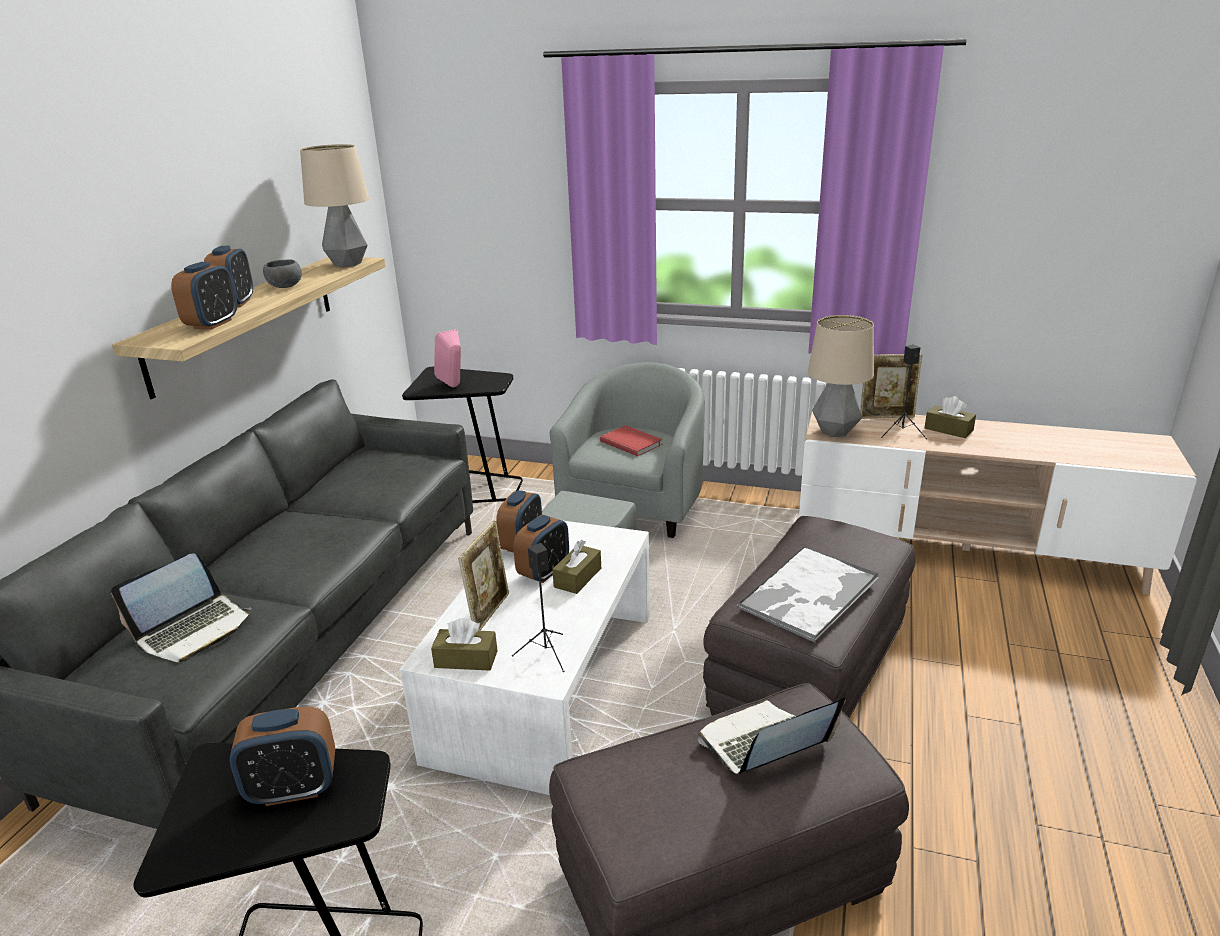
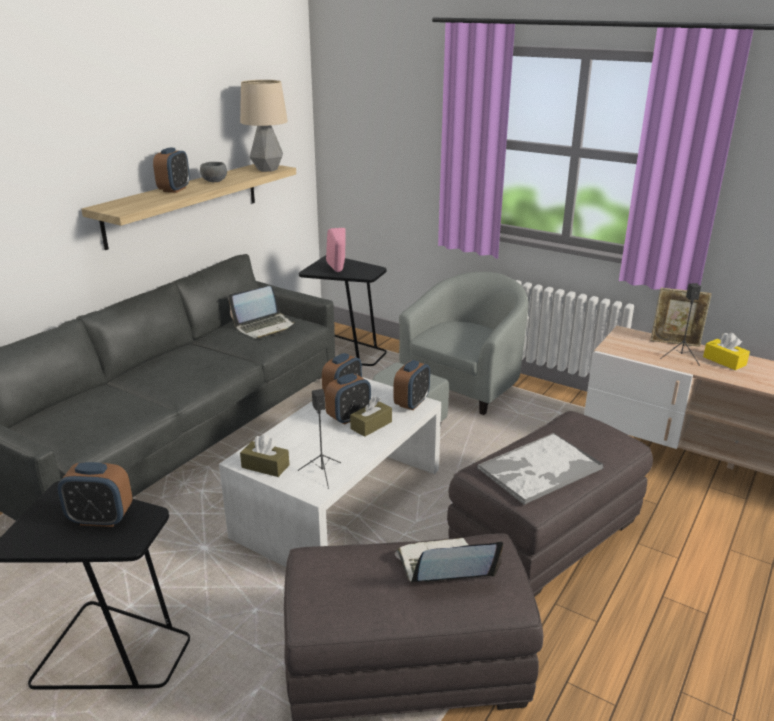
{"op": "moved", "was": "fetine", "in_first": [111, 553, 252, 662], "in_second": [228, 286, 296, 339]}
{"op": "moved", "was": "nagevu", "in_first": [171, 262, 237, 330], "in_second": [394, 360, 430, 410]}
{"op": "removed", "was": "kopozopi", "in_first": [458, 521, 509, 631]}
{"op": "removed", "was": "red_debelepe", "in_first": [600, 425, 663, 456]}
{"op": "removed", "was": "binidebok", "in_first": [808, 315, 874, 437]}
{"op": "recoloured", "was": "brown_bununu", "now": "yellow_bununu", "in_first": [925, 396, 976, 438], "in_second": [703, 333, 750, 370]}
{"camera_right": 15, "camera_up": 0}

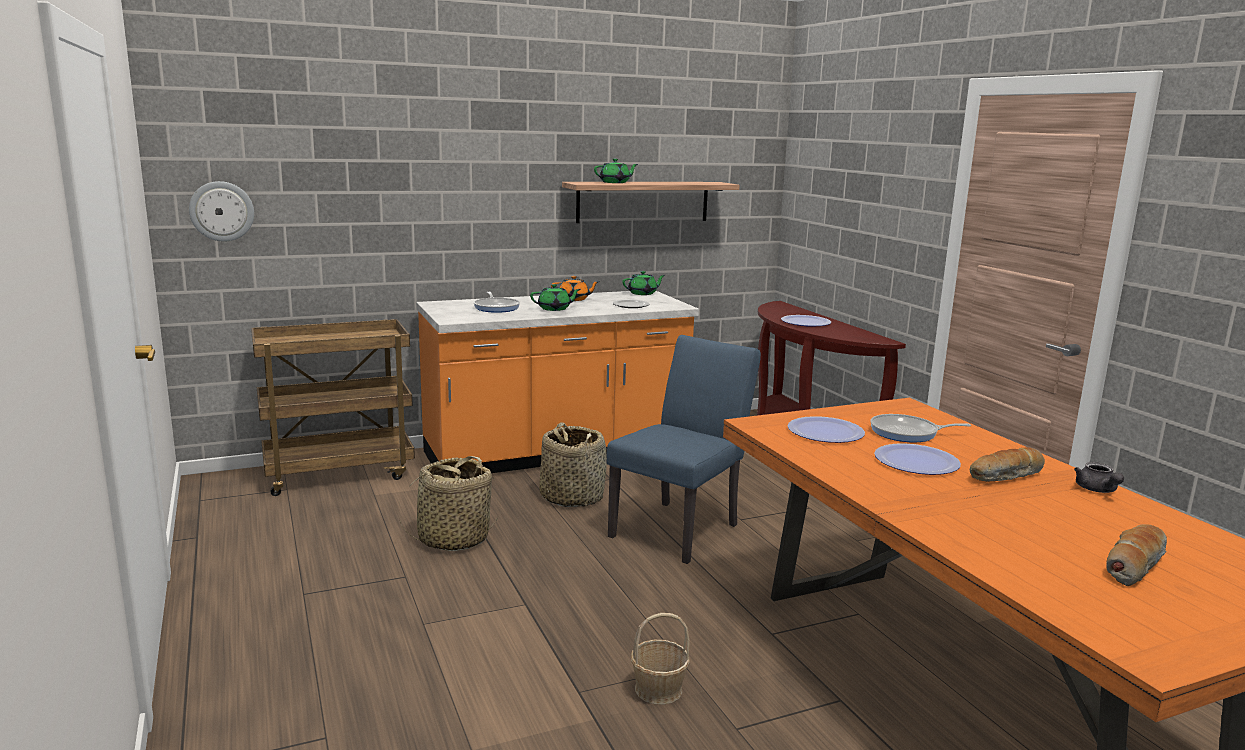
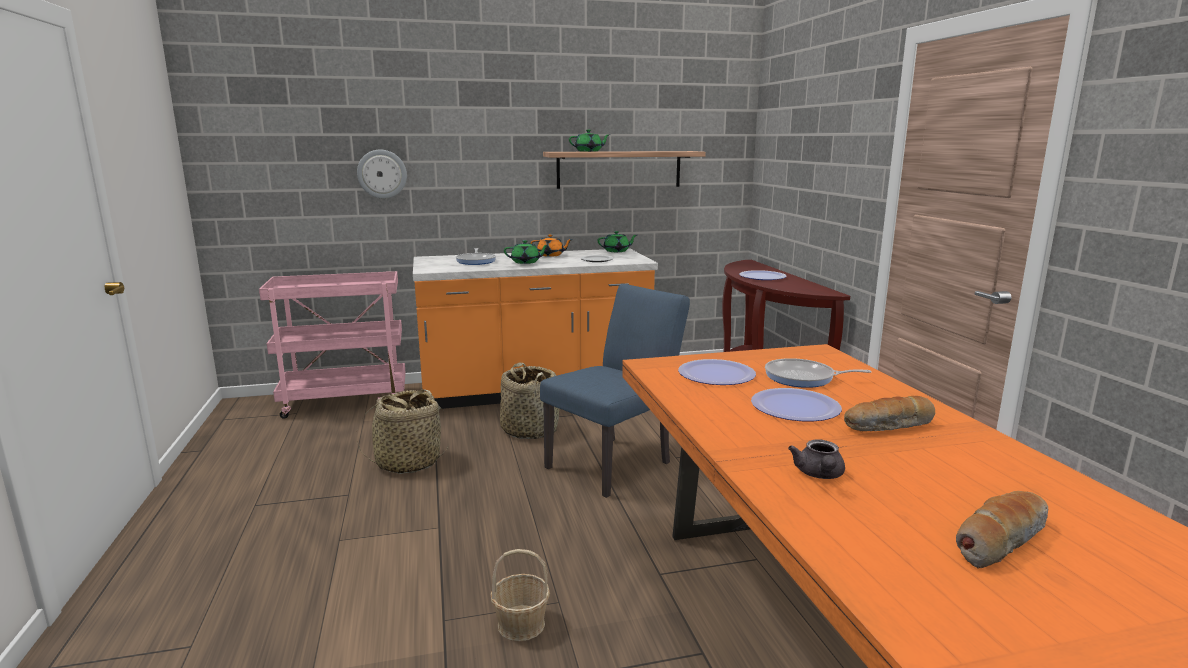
{"op": "moved", "was": "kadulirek", "in_first": [189, 181, 254, 241], "in_second": [357, 150, 407, 198]}
{"op": "recoloured", "was": "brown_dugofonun", "now": "pink_dugofonun", "in_first": [251, 319, 415, 496], "in_second": [259, 271, 405, 419]}
{"op": "moved", "was": "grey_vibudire", "in_first": [1074, 462, 1124, 493], "in_second": [788, 440, 845, 479]}
{"camera_right": 10, "camera_up": 0}

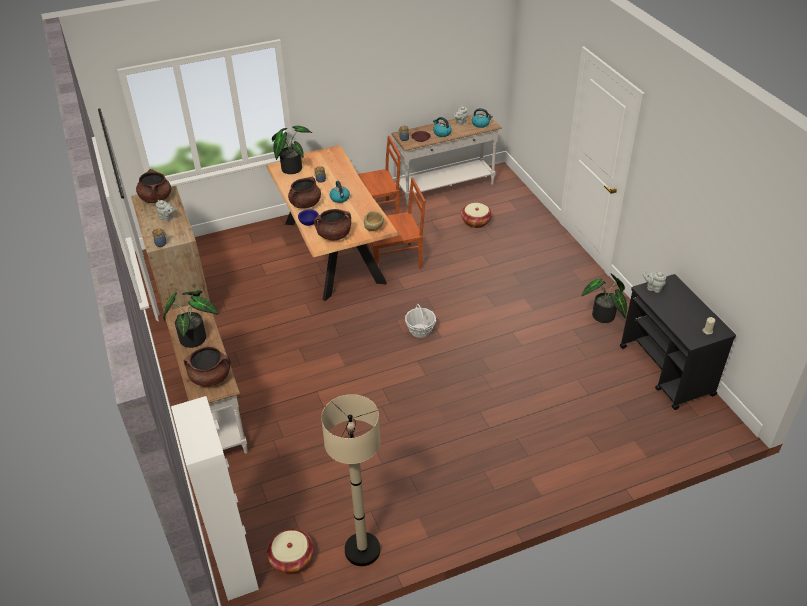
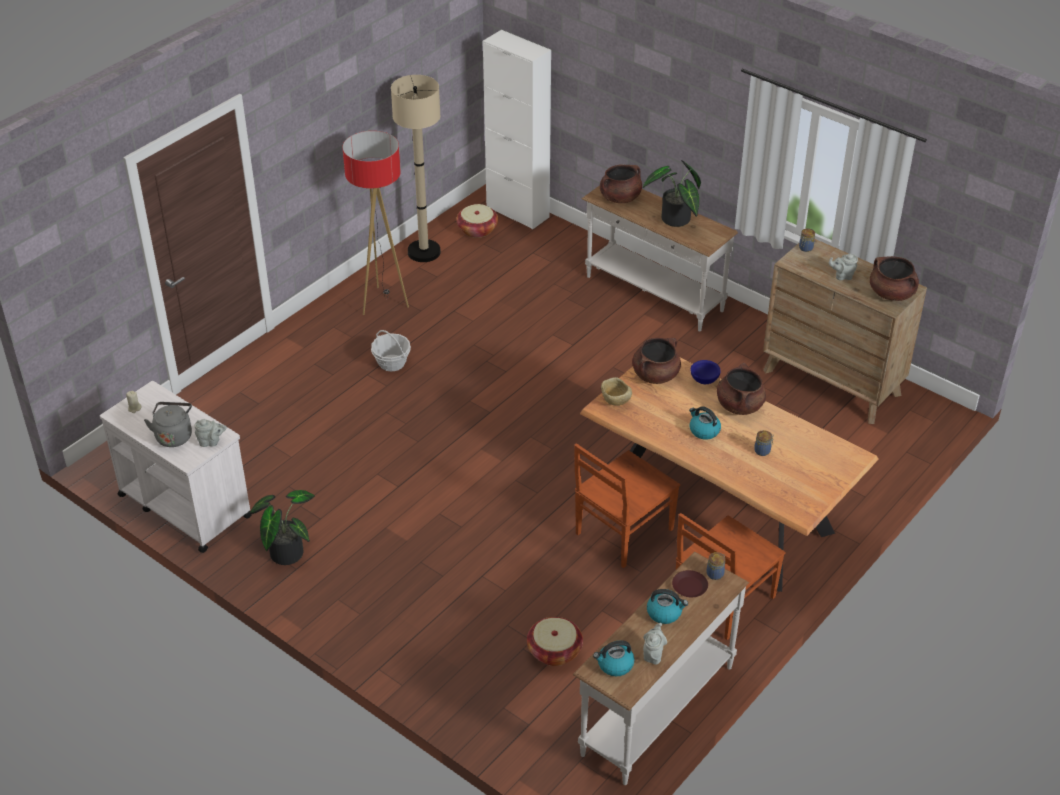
{"op": "removed", "was": "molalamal", "in_first": [272, 126, 312, 174]}
{"op": "moved", "was": "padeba", "in_first": [405, 304, 436, 338], "in_second": [371, 330, 411, 372]}
{"op": "recoloured", "was": "black_dugofonun", "now": "white_dugofonun", "in_first": [620, 274, 736, 410], "in_second": [100, 381, 252, 553]}
{"op": "added", "now": "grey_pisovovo", "in_second": [144, 402, 192, 447]}
{"op": "added", "now": "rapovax", "in_second": [342, 131, 409, 315]}
{"camera_right": 150, "camera_up": 0}

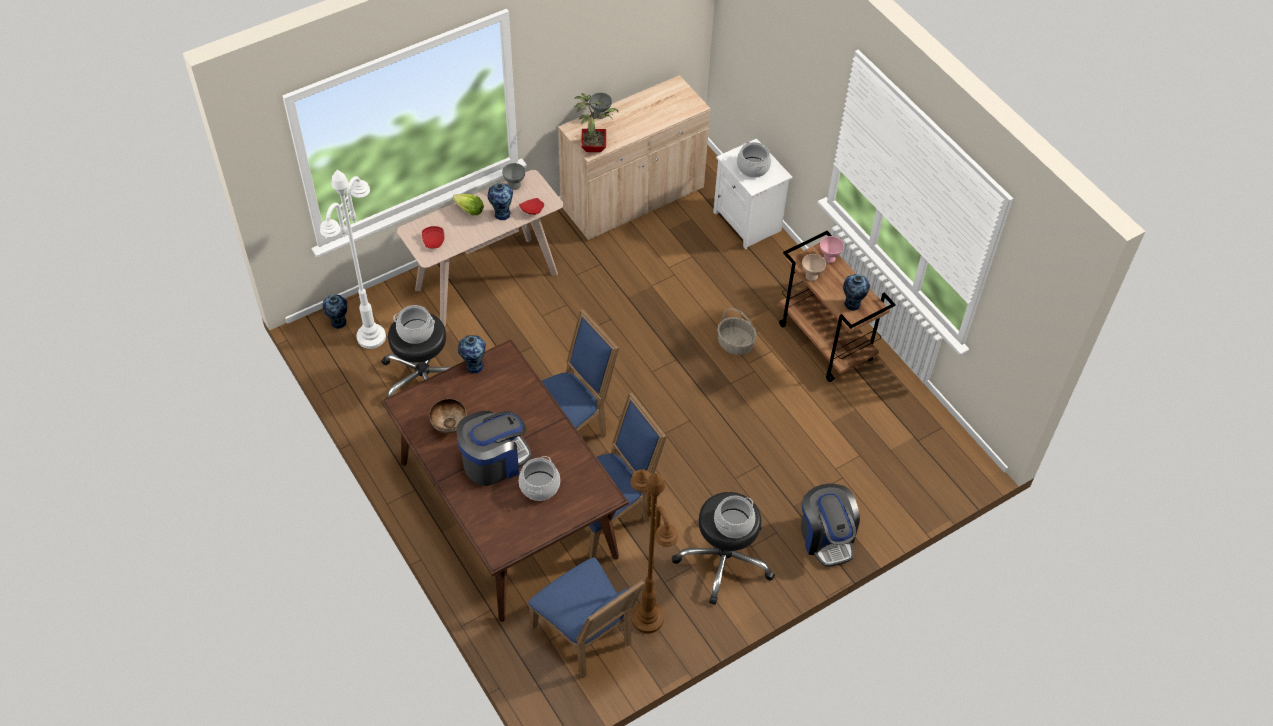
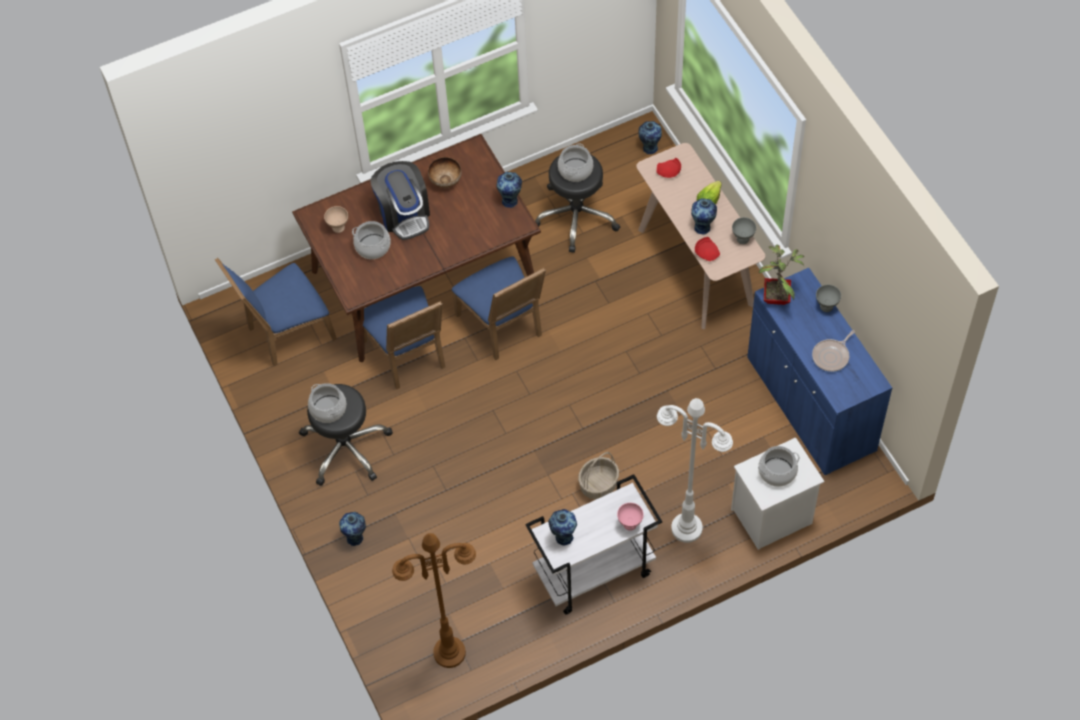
{"op": "moved", "was": "white_rapovax", "in_first": [320, 170, 386, 349], "in_second": [657, 398, 733, 543]}
{"op": "recoloured", "was": "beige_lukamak", "now": "blue_lukamak", "in_first": [558, 75, 711, 240], "in_second": [747, 268, 892, 475]}
{"op": "moved", "was": "brown_rapovax", "in_first": [630, 469, 678, 633], "in_second": [392, 533, 476, 668]}
{"op": "recoloured", "was": "brown_dugofonun", "now": "white_dugofonun", "in_first": [779, 231, 896, 382], "in_second": [525, 474, 662, 615]}
{"op": "replaced", "was": "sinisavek", "now": "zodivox", "in_first": [801, 484, 860, 567], "in_second": [339, 512, 366, 546]}
{"op": "moved", "was": "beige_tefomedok", "in_first": [802, 254, 826, 281], "in_second": [324, 206, 348, 233]}
{"op": "added", "now": "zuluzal", "in_second": [812, 330, 855, 372]}
{"camera_right": 100, "camera_up": 5}

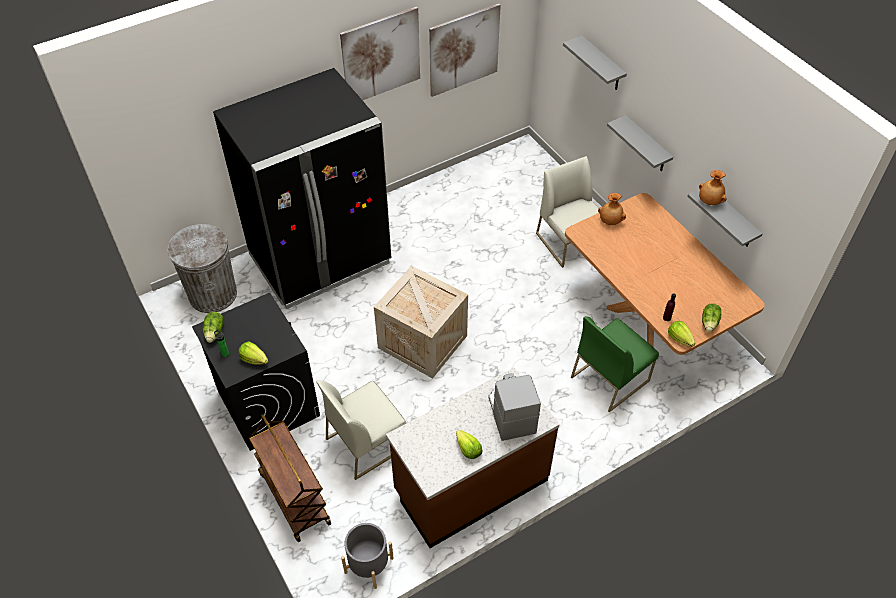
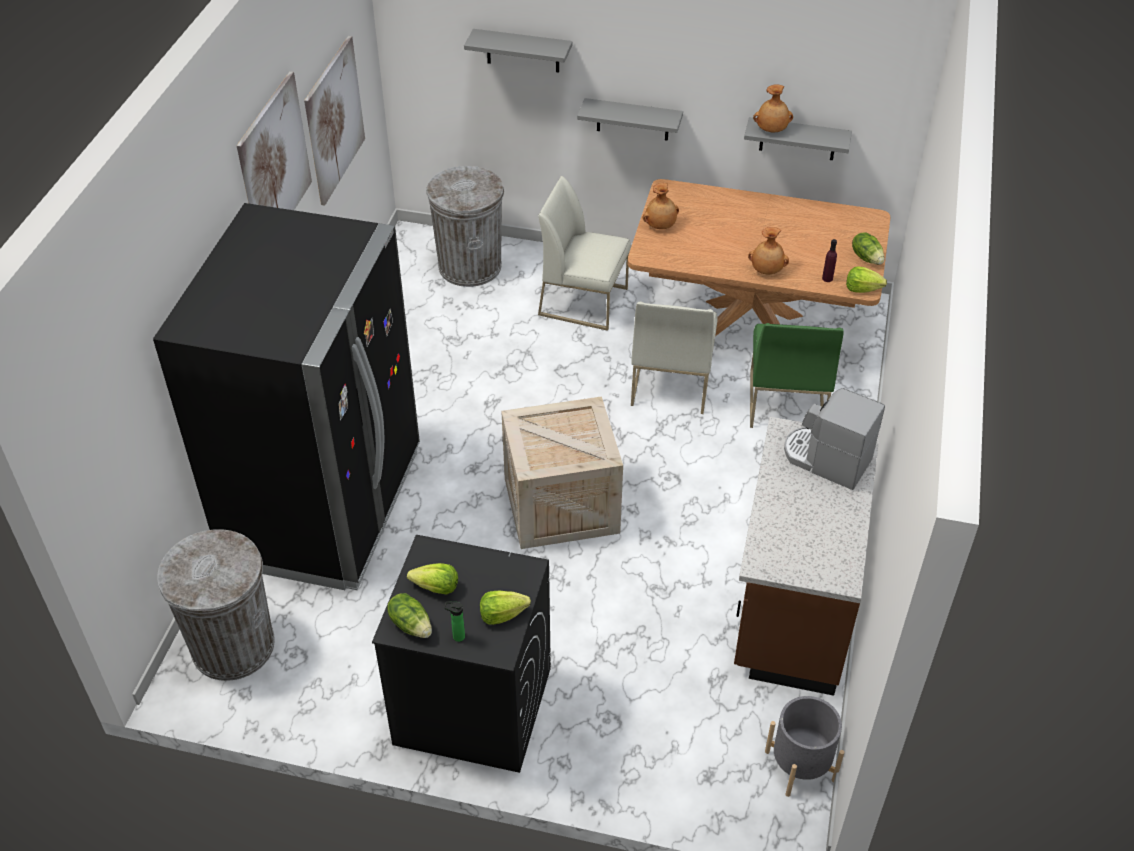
{"op": "removed", "was": "brown_dugofonun", "in_first": [249, 414, 331, 542]}
{"op": "moved", "was": "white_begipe", "in_first": [316, 381, 406, 480], "in_second": [631, 302, 718, 414]}
{"op": "moved", "was": "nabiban", "in_first": [456, 430, 482, 459], "in_second": [407, 563, 458, 595]}
{"op": "added", "now": "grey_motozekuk", "in_second": [426, 166, 504, 287]}
{"op": "added", "now": "brown_zodivox", "in_second": [748, 227, 789, 274]}
{"camera_right": -45, "camera_up": -5}

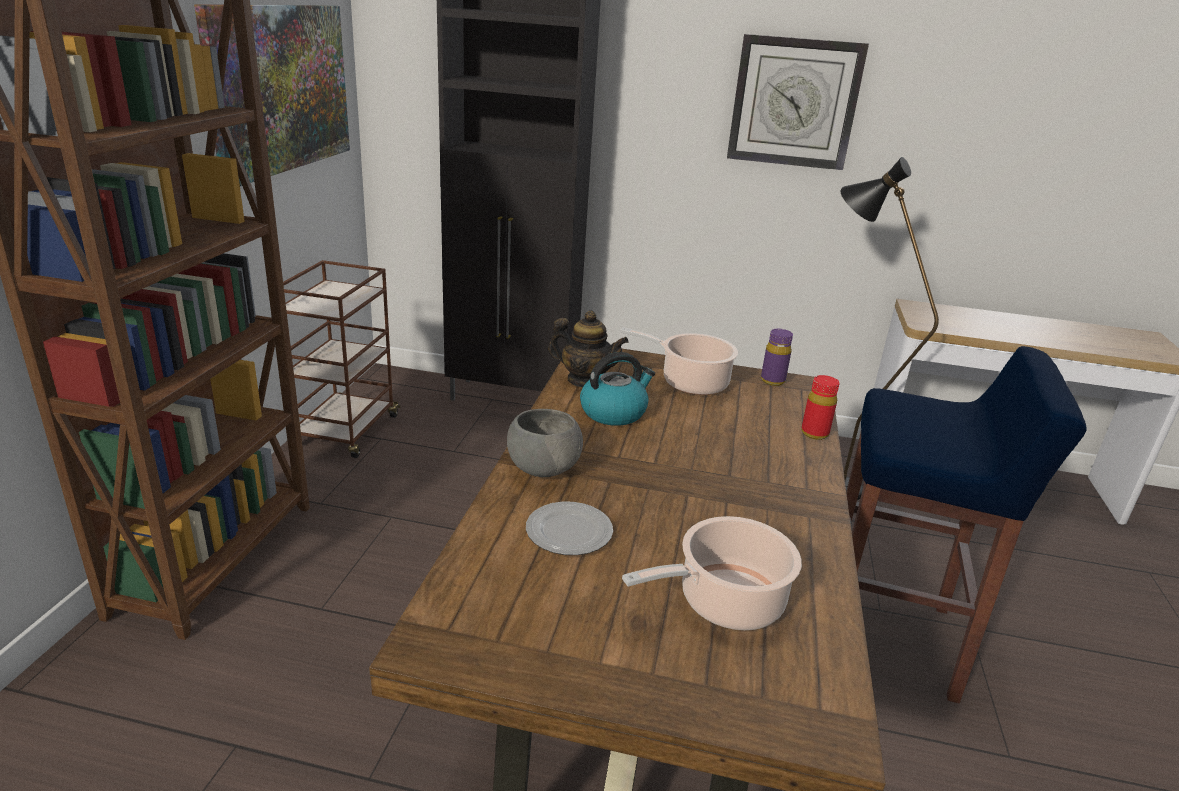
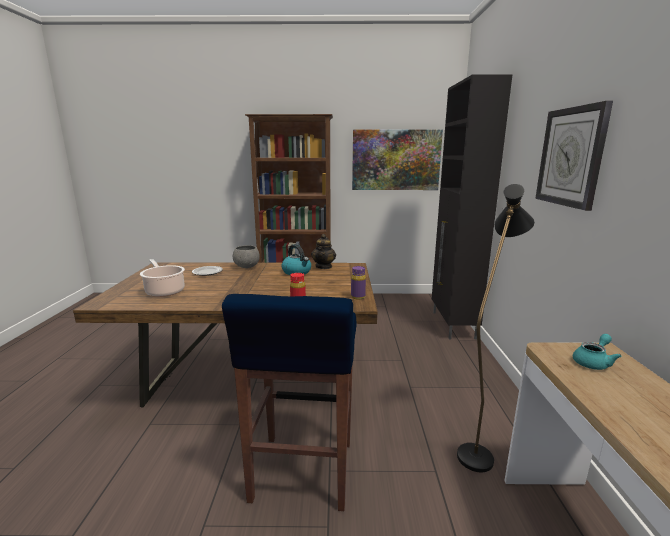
{"op": "removed", "was": "brown_dugofonun", "in_first": [283, 260, 400, 458]}
{"op": "removed", "was": "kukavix", "in_first": [620, 327, 738, 395]}
{"op": "added", "now": "turquoise_vibudire", "in_second": [573, 334, 622, 370]}
{"camera_right": 80, "camera_up": -10}

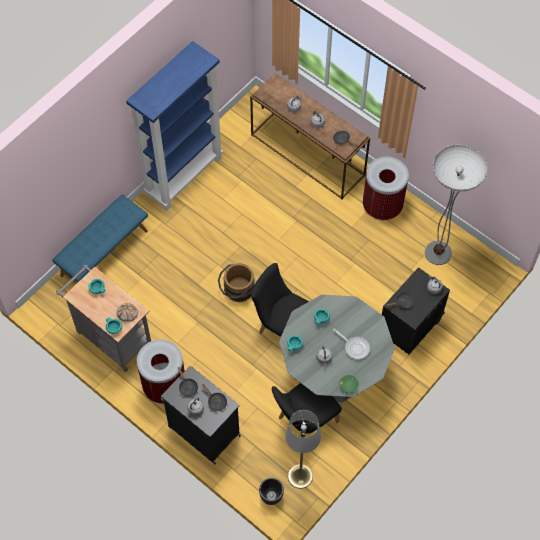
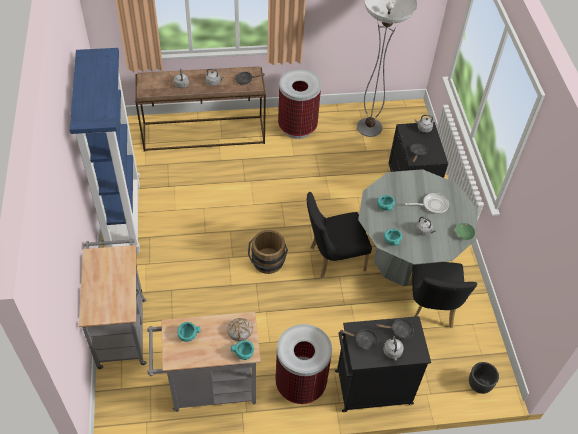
{"op": "replaced", "was": "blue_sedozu", "now": "grey_dugofonun", "in_first": [52, 194, 148, 284], "in_second": [79, 238, 146, 369]}
{"op": "removed", "was": "grey_rapovax", "in_first": [285, 410, 321, 489]}
{"camera_right": -50, "camera_up": -10}

